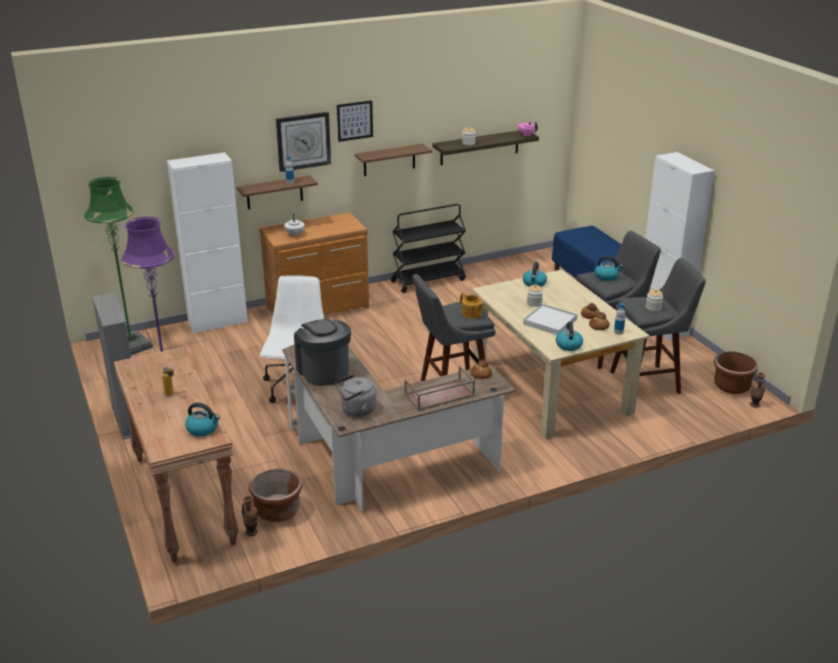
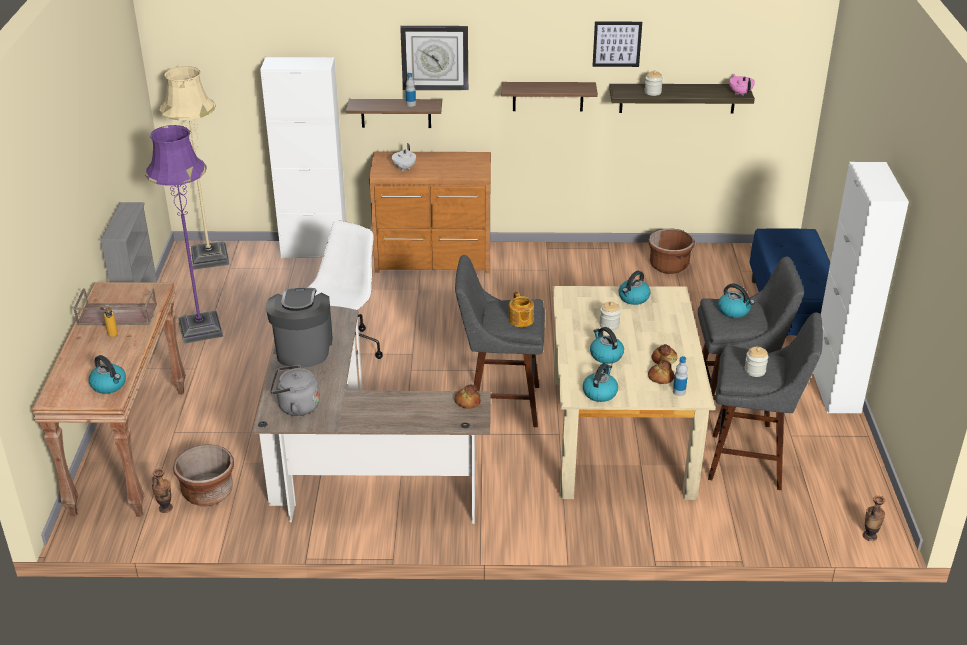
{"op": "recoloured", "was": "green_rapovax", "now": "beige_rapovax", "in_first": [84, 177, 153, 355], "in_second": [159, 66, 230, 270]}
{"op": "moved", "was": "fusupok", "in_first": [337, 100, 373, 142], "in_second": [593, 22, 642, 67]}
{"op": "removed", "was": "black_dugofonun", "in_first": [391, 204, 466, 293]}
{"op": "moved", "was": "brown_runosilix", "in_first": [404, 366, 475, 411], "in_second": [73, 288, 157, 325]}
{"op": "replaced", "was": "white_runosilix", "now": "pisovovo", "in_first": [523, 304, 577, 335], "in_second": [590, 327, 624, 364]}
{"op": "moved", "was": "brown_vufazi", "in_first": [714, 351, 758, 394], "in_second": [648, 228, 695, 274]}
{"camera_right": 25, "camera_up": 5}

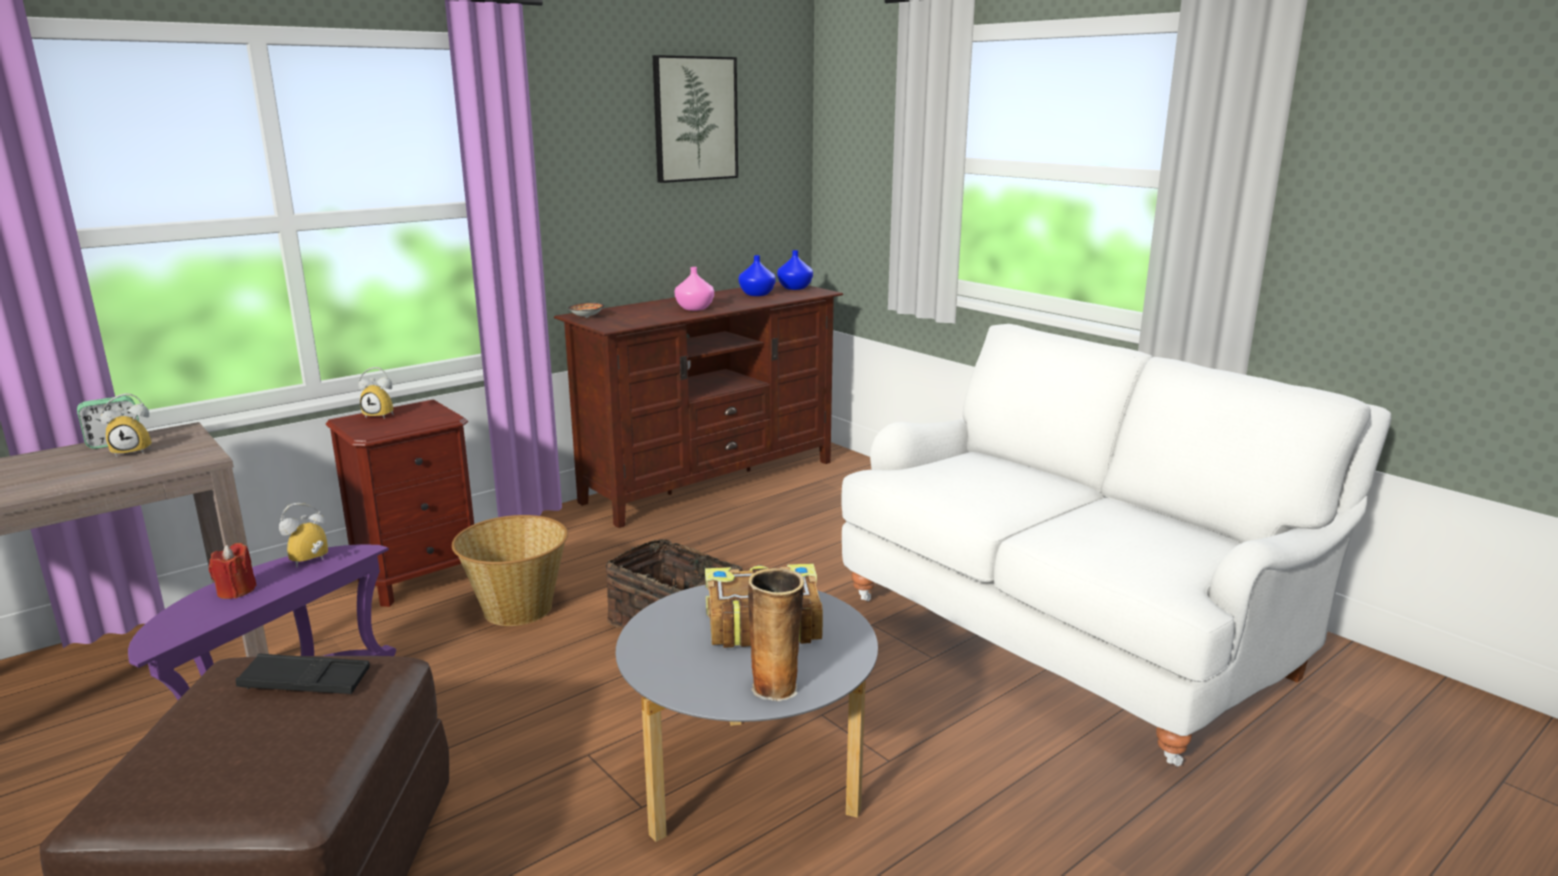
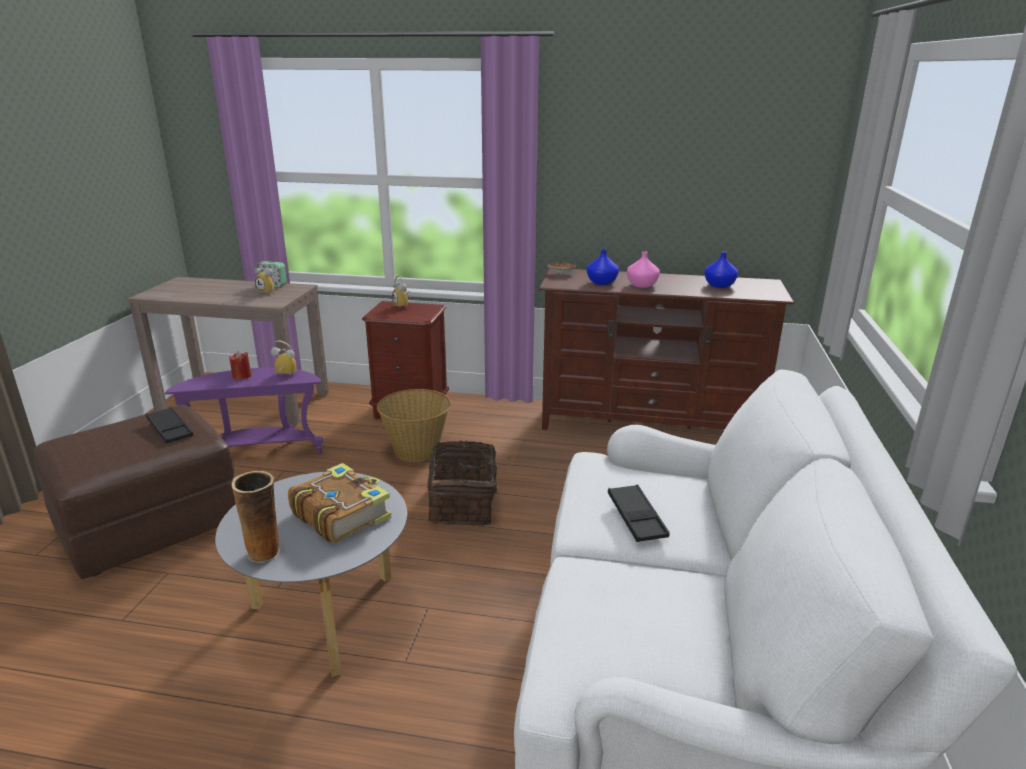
{"op": "removed", "was": "fusupok", "in_first": [653, 55, 738, 183]}
{"op": "moved", "was": "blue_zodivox", "in_first": [777, 250, 813, 290], "in_second": [587, 249, 619, 285]}
{"op": "added", "now": "black_runosilix", "in_second": [608, 484, 670, 542]}
{"camera_right": 50, "camera_up": 5}

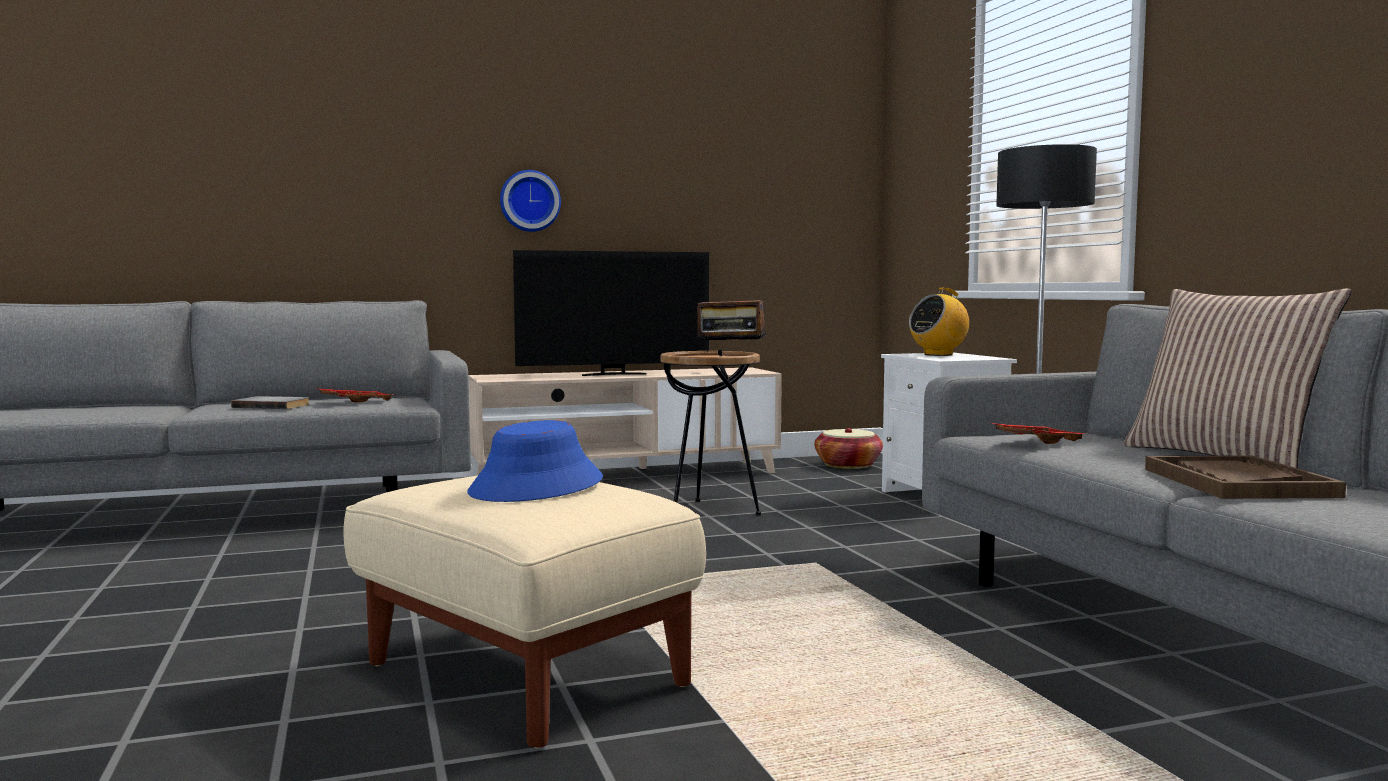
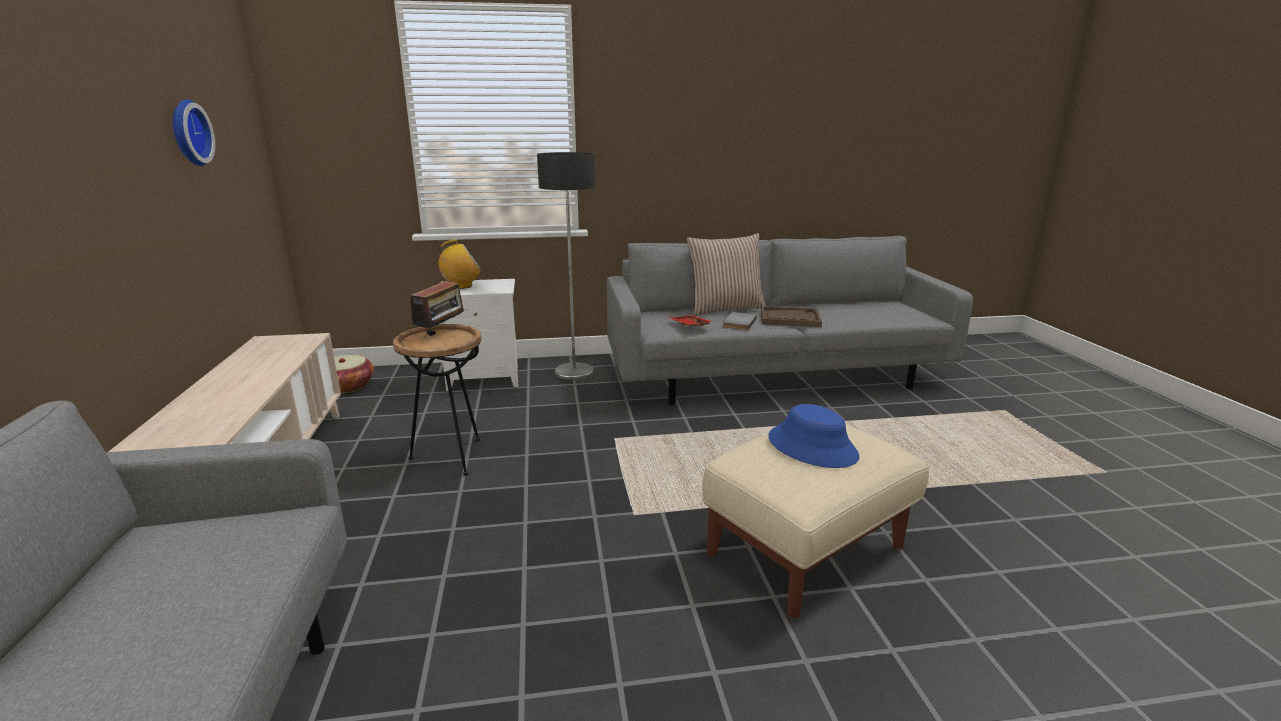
{"op": "moved", "was": "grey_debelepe", "in_first": [231, 396, 310, 409], "in_second": [723, 312, 757, 330]}
{"op": "removed", "was": "red_runosilix", "in_first": [315, 388, 393, 403]}
{"op": "moved", "was": "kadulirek", "in_first": [500, 170, 561, 232], "in_second": [173, 99, 215, 166]}
{"op": "removed", "was": "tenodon", "in_first": [513, 250, 709, 376]}
{"op": "turned", "was": "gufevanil", "in_first": [909, 288, 969, 356], "in_second": [437, 239, 481, 289], "clockwise": -90}
{"camera_right": -80, "camera_up": 15}

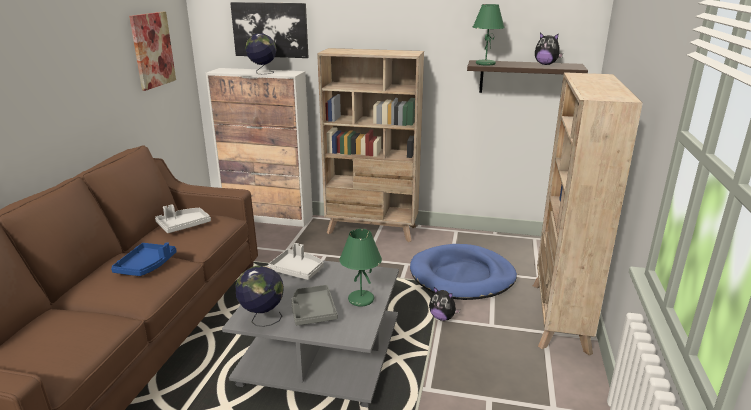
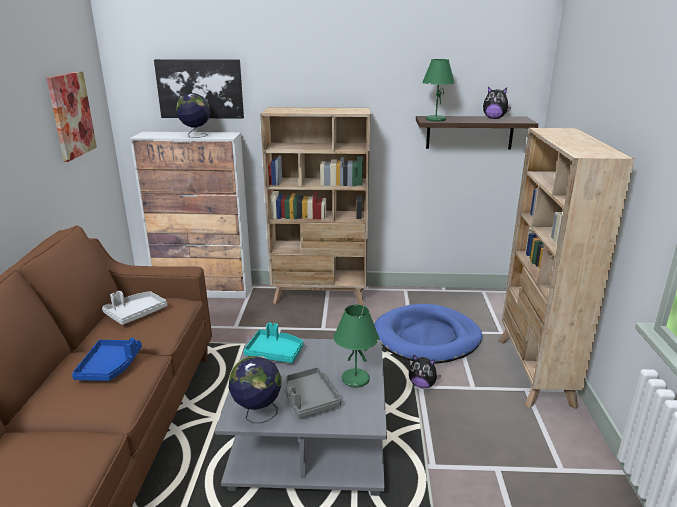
{"op": "recoloured", "was": "grey_runosilix", "now": "turquoise_runosilix", "in_first": [268, 243, 323, 280], "in_second": [244, 323, 303, 363]}
{"camera_right": -10, "camera_up": 0}

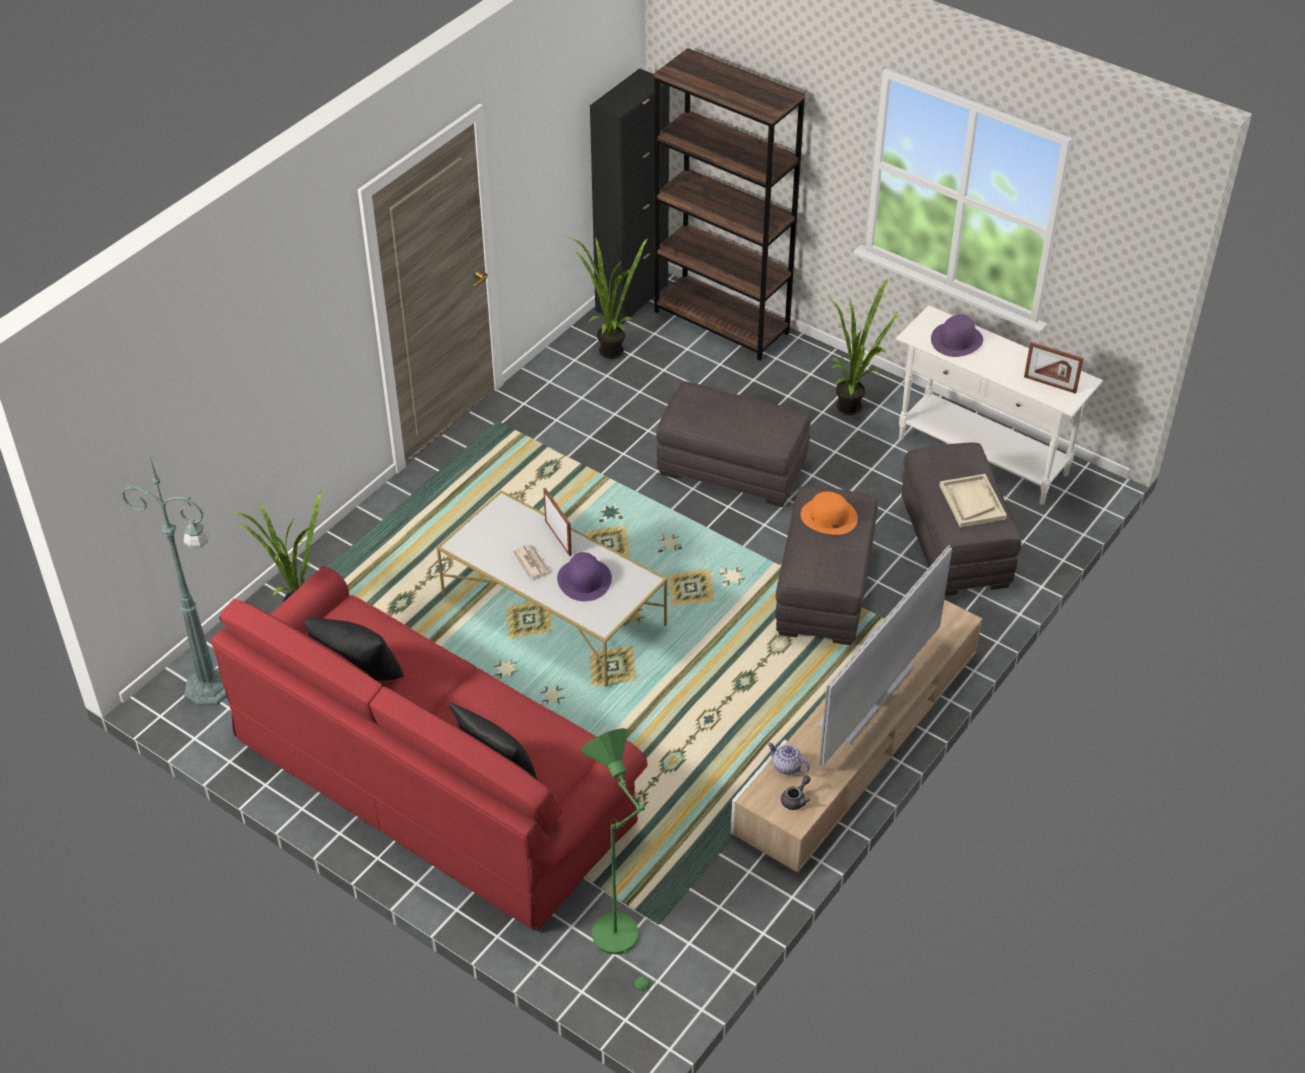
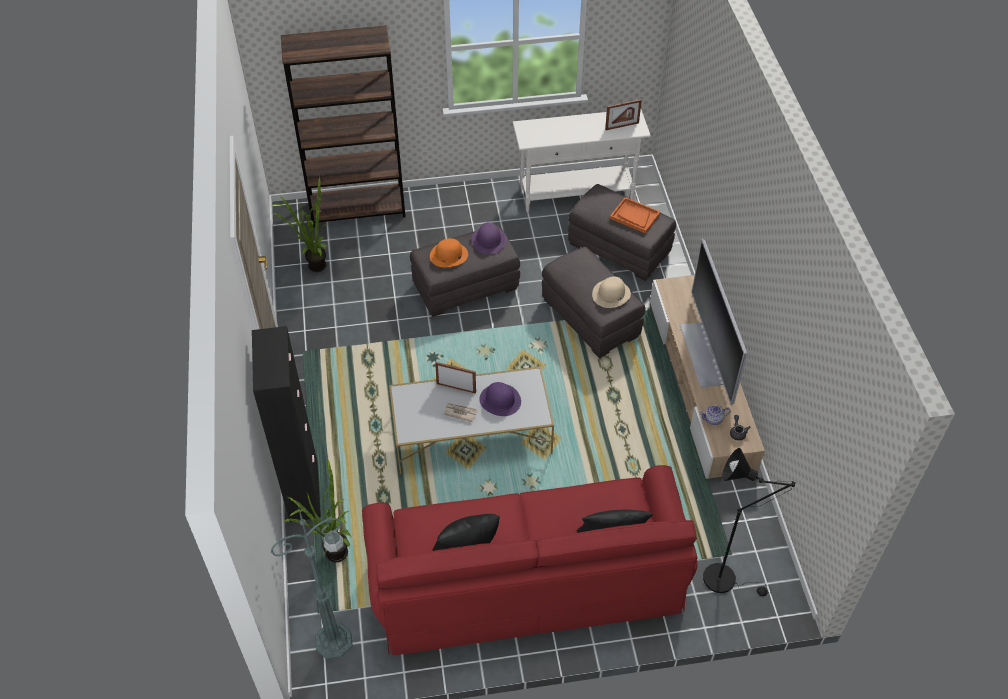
{"op": "recoloured", "was": "green_rapovax", "now": "black_rapovax", "in_first": [581, 728, 656, 992], "in_second": [703, 448, 795, 596]}
{"op": "moved", "was": "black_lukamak", "in_first": [590, 68, 670, 324], "in_second": [252, 326, 321, 522]}
{"op": "moved", "was": "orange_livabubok", "in_first": [801, 492, 858, 535], "in_second": [430, 238, 468, 267]}
{"op": "removed", "was": "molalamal", "in_first": [827, 279, 900, 415]}
{"op": "moved", "was": "purple_livabubok", "in_first": [931, 314, 983, 357], "in_second": [471, 222, 507, 254]}
{"op": "recoloured", "was": "beige_runosilix", "now": "orange_runosilix", "in_first": [939, 474, 1007, 528], "in_second": [610, 197, 661, 234]}
{"op": "added", "now": "beige_livabubok", "in_second": [592, 276, 631, 308]}
{"camera_right": -45, "camera_up": 5}

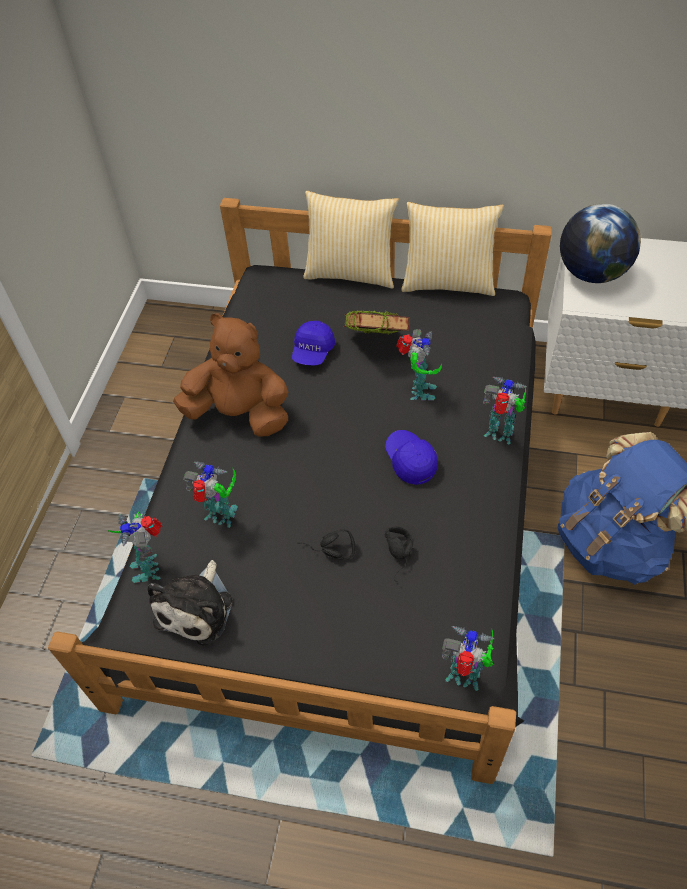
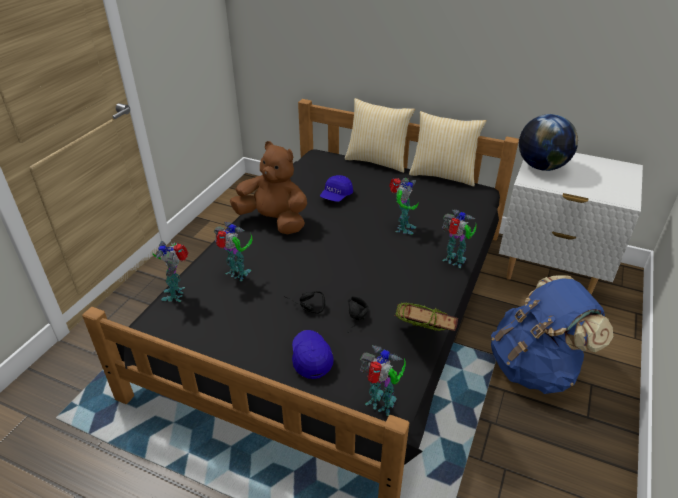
{"op": "removed", "was": "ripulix", "in_first": [147, 560, 233, 645]}
{"op": "moved", "was": "debelepe", "in_first": [344, 310, 410, 334], "in_second": [395, 302, 458, 331]}
{"op": "moved", "was": "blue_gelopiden", "in_first": [385, 430, 438, 485], "in_second": [292, 330, 334, 379]}
{"camera_right": 10, "camera_up": -15}

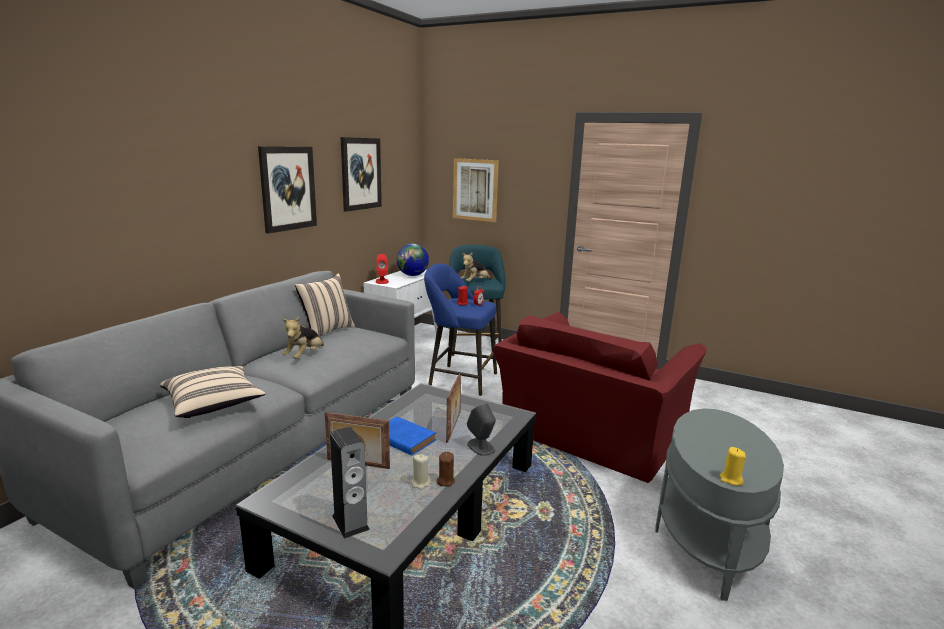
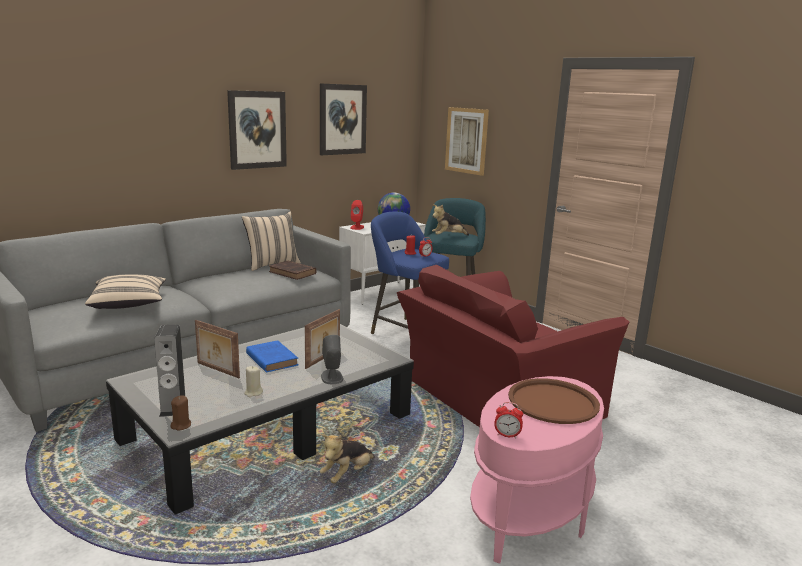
{"op": "moved", "was": "ripulix", "in_first": [282, 317, 324, 359], "in_second": [320, 435, 375, 483]}
{"op": "moved", "was": "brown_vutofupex", "in_first": [437, 452, 455, 487], "in_second": [170, 395, 191, 431]}
{"op": "recoloured", "was": "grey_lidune", "now": "pink_lidune", "in_first": [655, 408, 784, 601], "in_second": [470, 376, 604, 564]}
{"op": "replaced", "was": "yellow_vutofupex", "now": "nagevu", "in_first": [720, 447, 746, 486], "in_second": [494, 402, 523, 438]}
{"op": "added", "now": "brown_debelepe", "in_second": [269, 261, 316, 280]}
{"op": "added", "now": "brown_runosilix", "in_second": [508, 378, 600, 424]}
{"camera_right": 20, "camera_up": 0}

